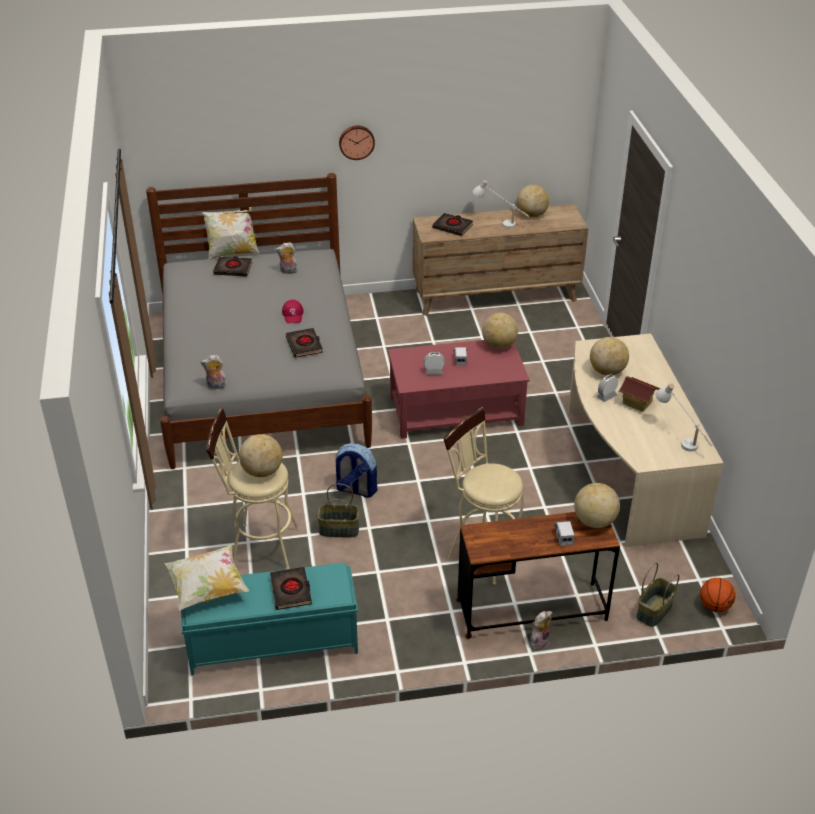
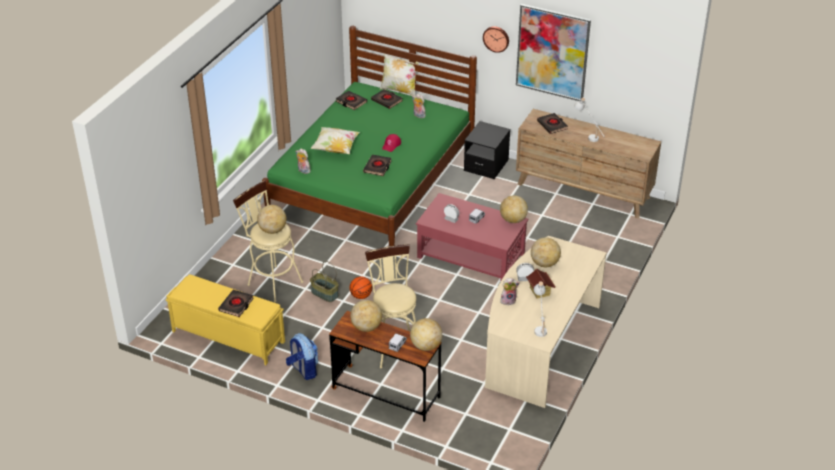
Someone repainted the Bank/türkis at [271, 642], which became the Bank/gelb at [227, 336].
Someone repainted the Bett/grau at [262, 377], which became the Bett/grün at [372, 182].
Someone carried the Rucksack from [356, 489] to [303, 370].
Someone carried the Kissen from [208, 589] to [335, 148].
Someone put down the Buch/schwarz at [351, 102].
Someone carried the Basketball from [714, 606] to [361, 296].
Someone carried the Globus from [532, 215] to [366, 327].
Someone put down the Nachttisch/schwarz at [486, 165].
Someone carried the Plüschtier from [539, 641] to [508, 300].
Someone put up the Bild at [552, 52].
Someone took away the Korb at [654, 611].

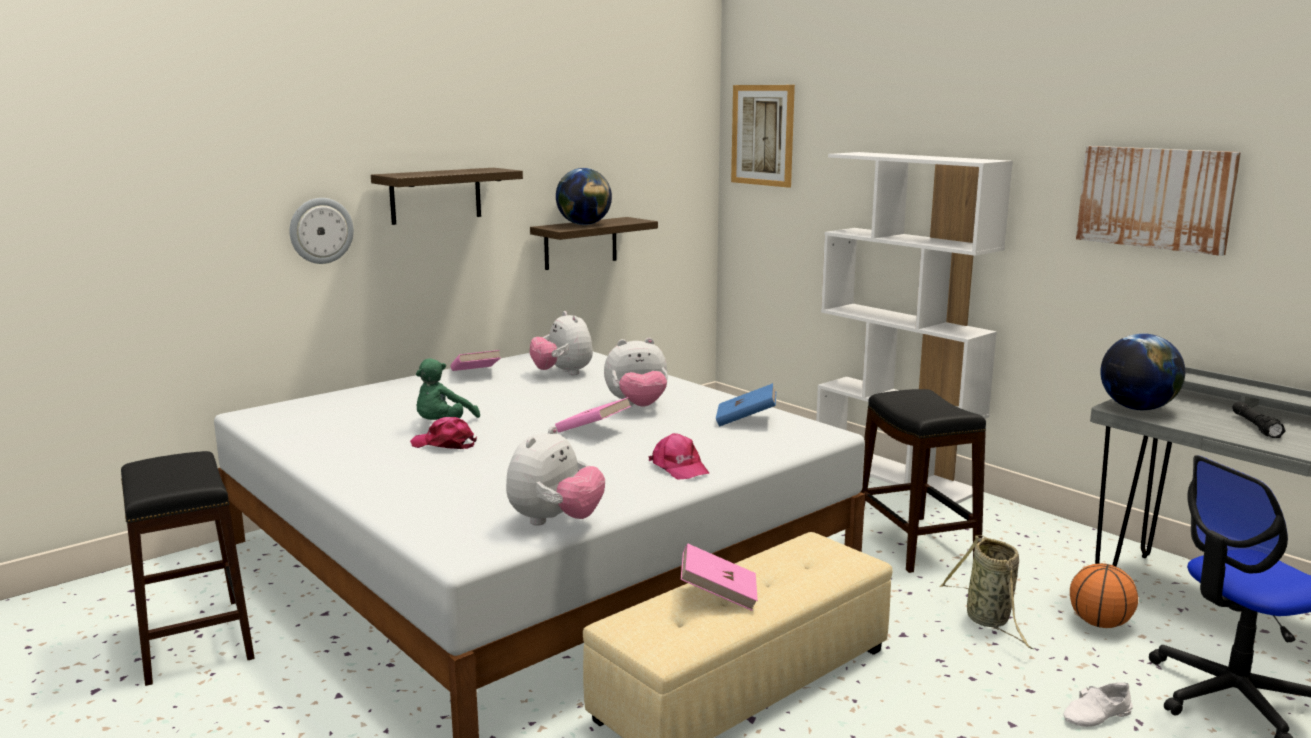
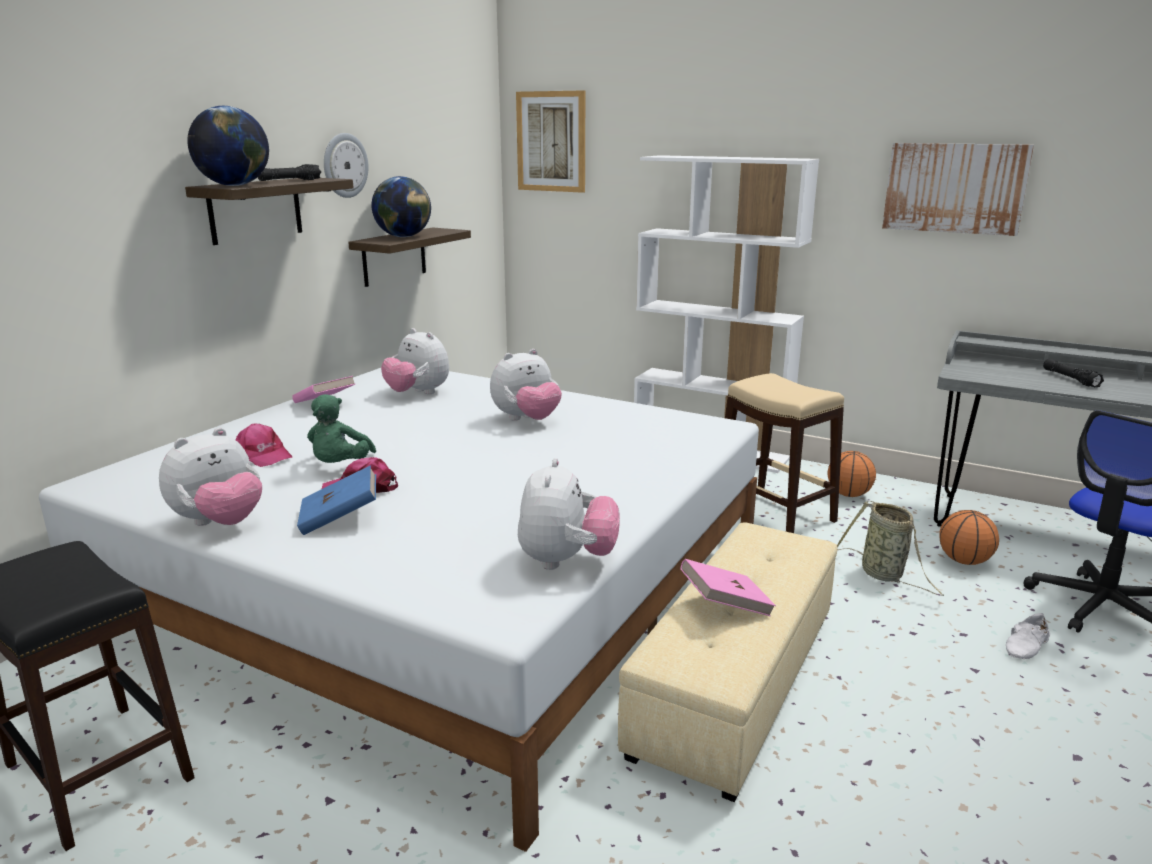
Someone put down the Plüschtier at [219, 523].
Someone carried the Globus from [1137, 408] to [234, 185].
Someone carried the Kappe/rosa from [679, 467] to [262, 455].
Someone put down the Taschenlampe/schwarz at [289, 181].
Someone carried the Buch/blau from [746, 420] to [340, 519].
Someone carried the Wanduhr from [321, 230] to [344, 165].
Someone repainted the Hocker/schwarz at [915, 543], which became the Hocker/beige at [774, 513].
Someone put down the Basketball at [848, 495].
Someone took away the Buch/rosa at [593, 431].

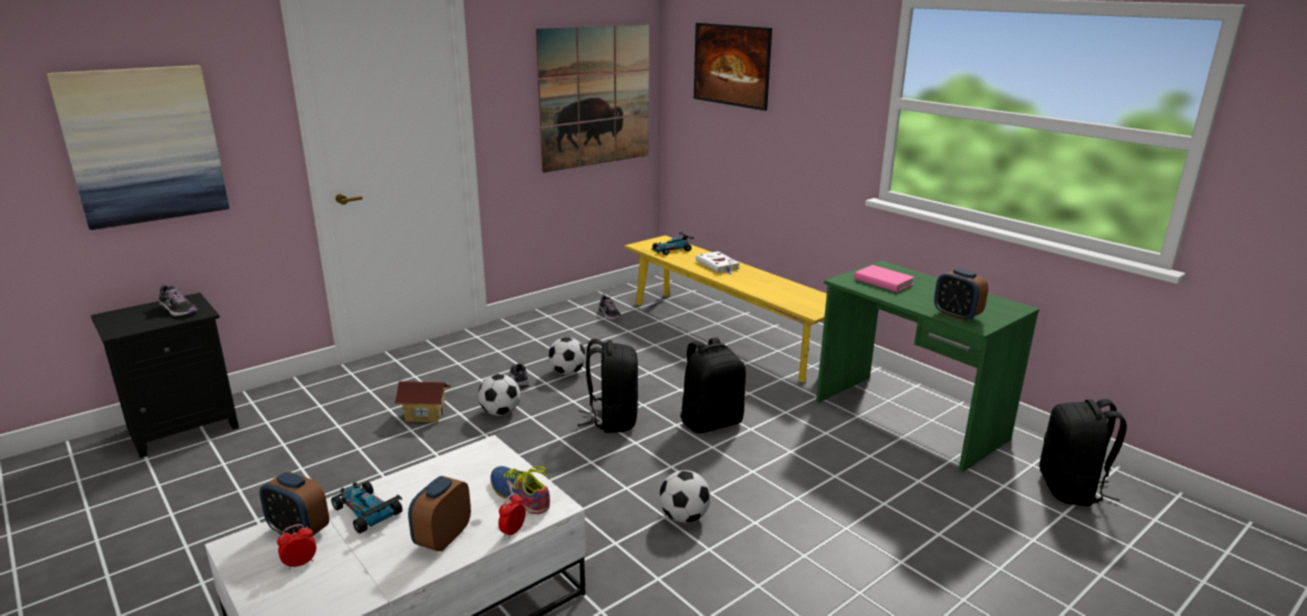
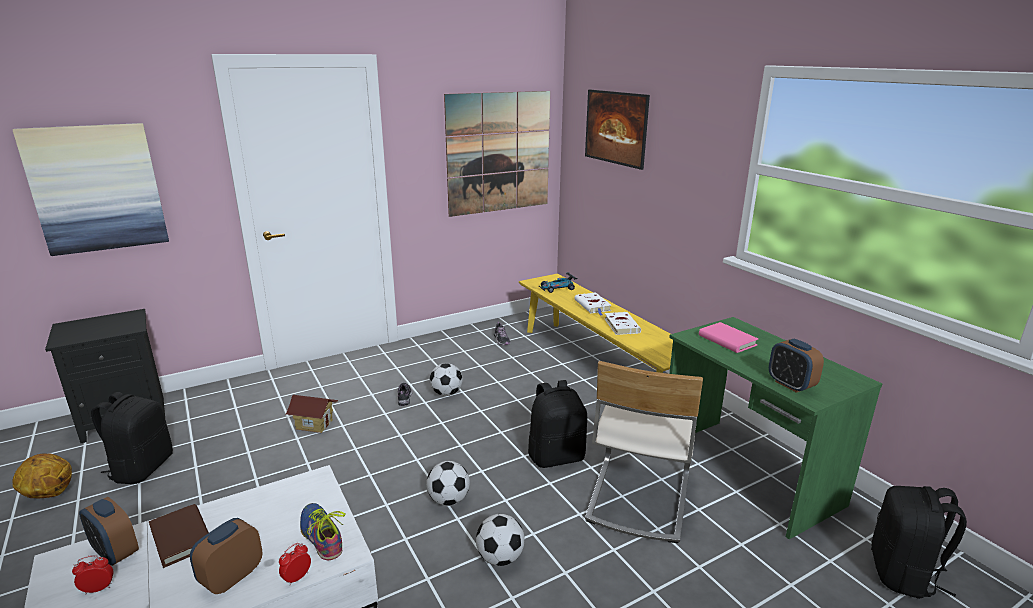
Someone put down the Basketball at [49, 494].
Someone carried the Rucksack/schwarz from [612, 420] to [141, 468].
Someone swapped the Spielzeugauto at [366, 512] for the Buch/braun at [181, 537].
Someone carried the Fußball from [500, 412] to [448, 500].
Someone put down the Stuhl/beige at [637, 497].
Someone put down the Buch/weiß at [621, 325].
Someone took away the Schuh at [178, 310].

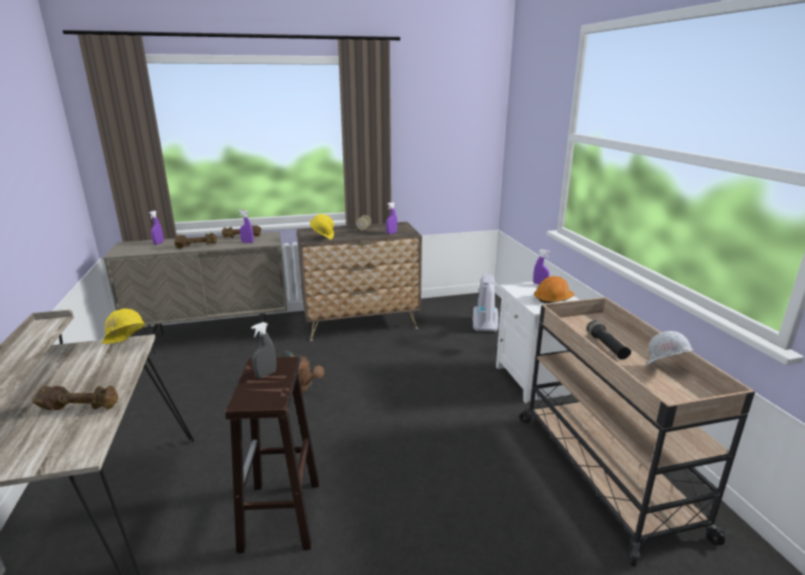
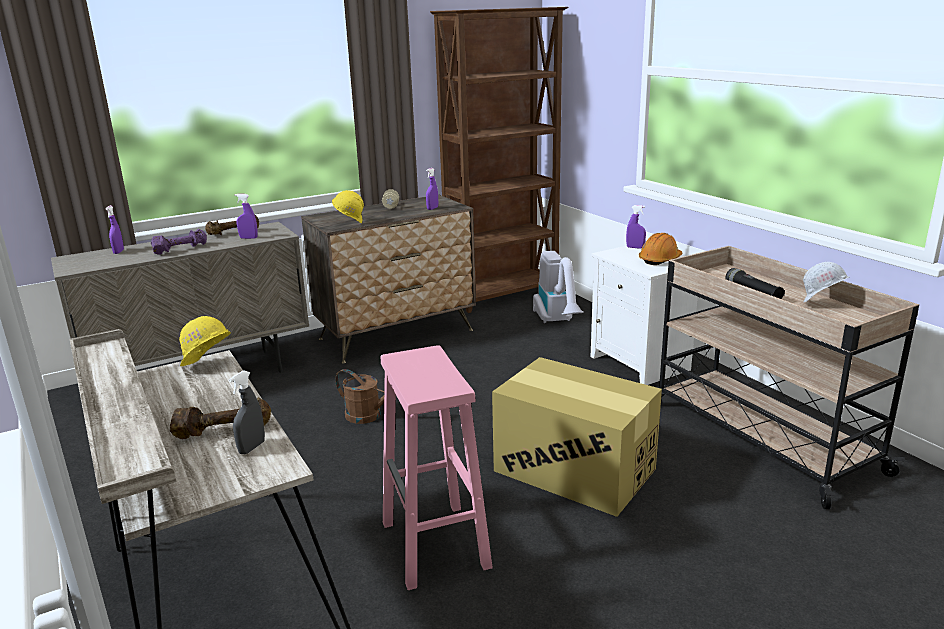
Someone repainted the Hantel/braun at [196, 246], which became the Hantel/lila at [180, 249].
Someone carried the Sprühflasche/grau from [266, 374] to [252, 448].
Someone repainted the Hocker/braun at [281, 516], which became the Hocker/rosa at [436, 546].
Someone put down the Bücherregal/braun at [504, 295].
Someone put down the Karton at [575, 470].

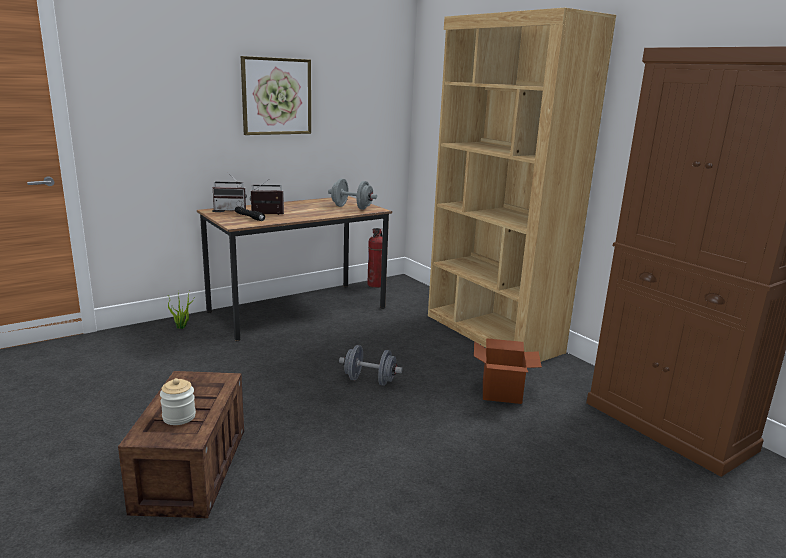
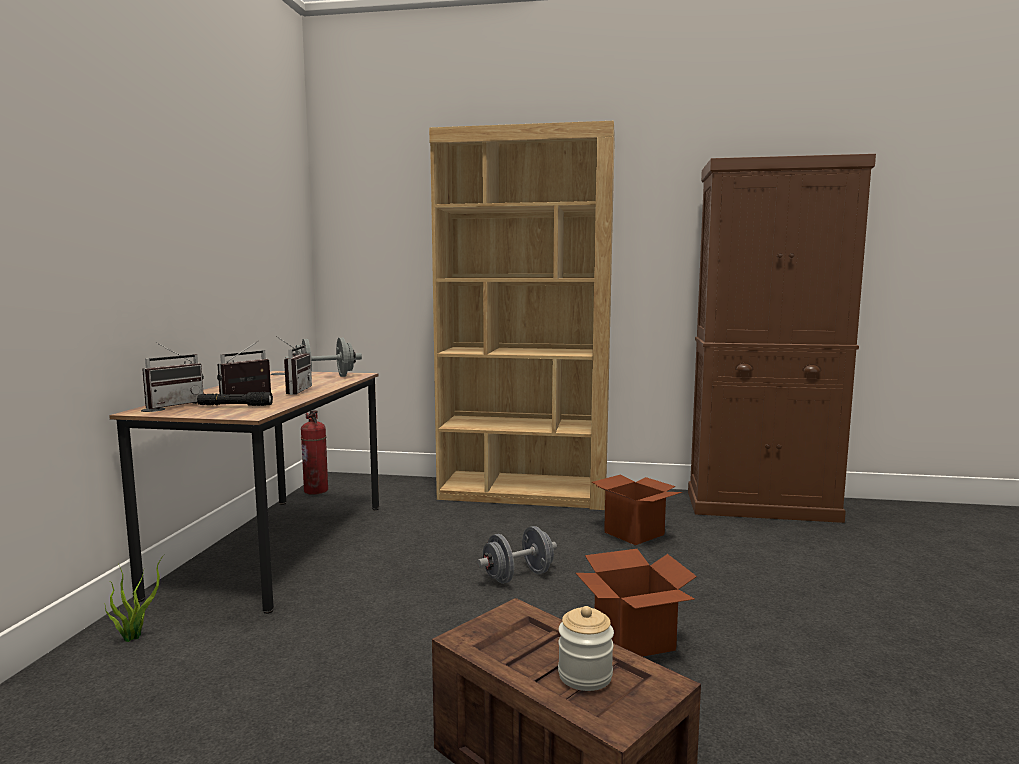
Someone put down the Radio at [293, 391].
Someone put down the Karton at [634, 639].
Someone took away the Bild at [276, 96].

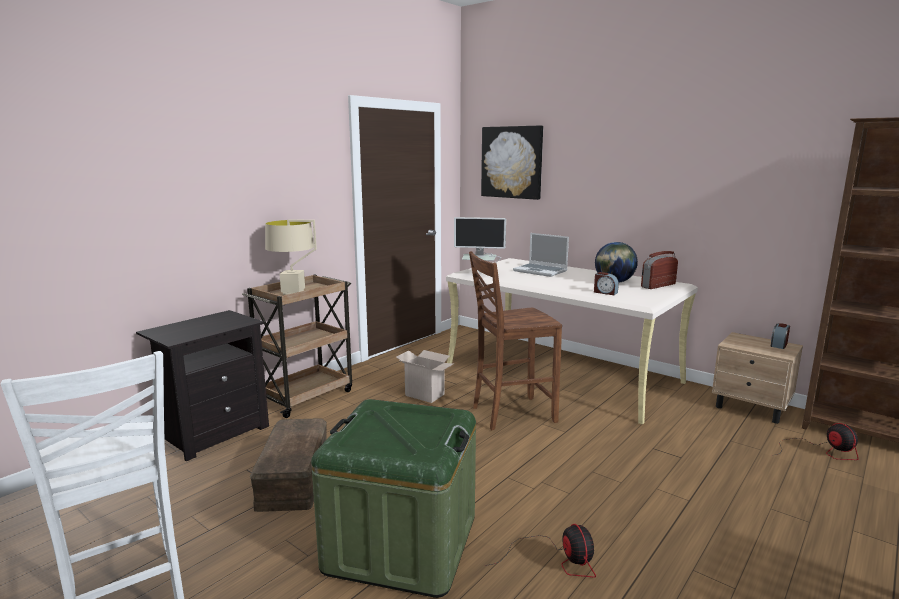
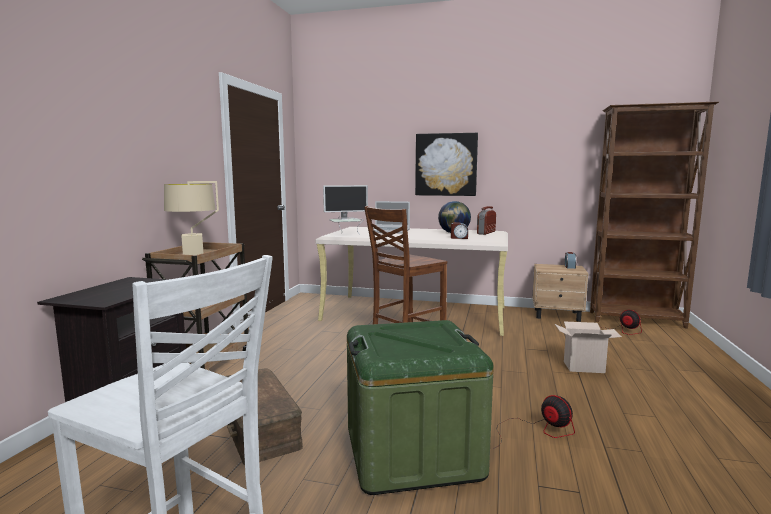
Someone carried the Bild from [512, 162] to [446, 164].
Someone carried the Karton from [426, 395] to [584, 367].

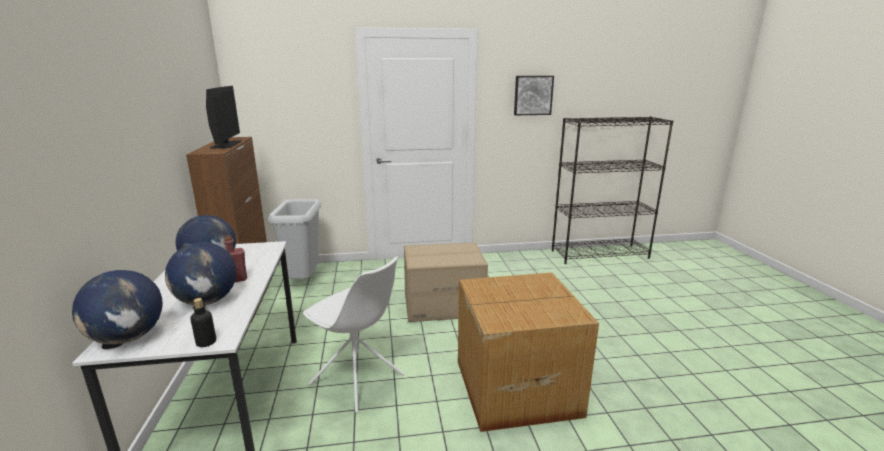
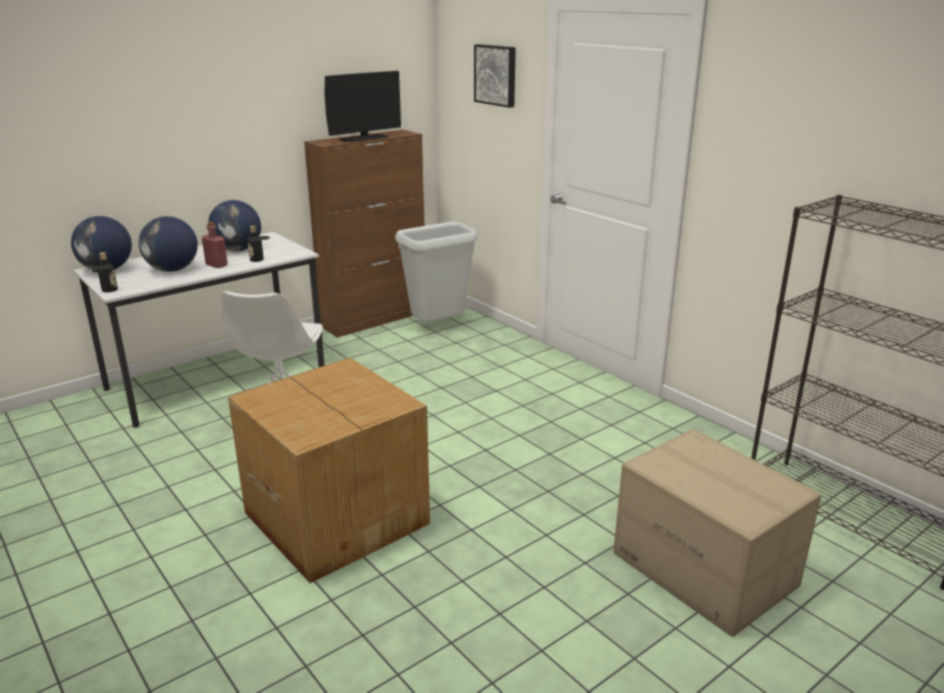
Someone put down the Flasche at [256, 260].
Someone carried the Bild from [533, 95] to [496, 75].
Someone carried the Karton from [443, 305] to [705, 569].

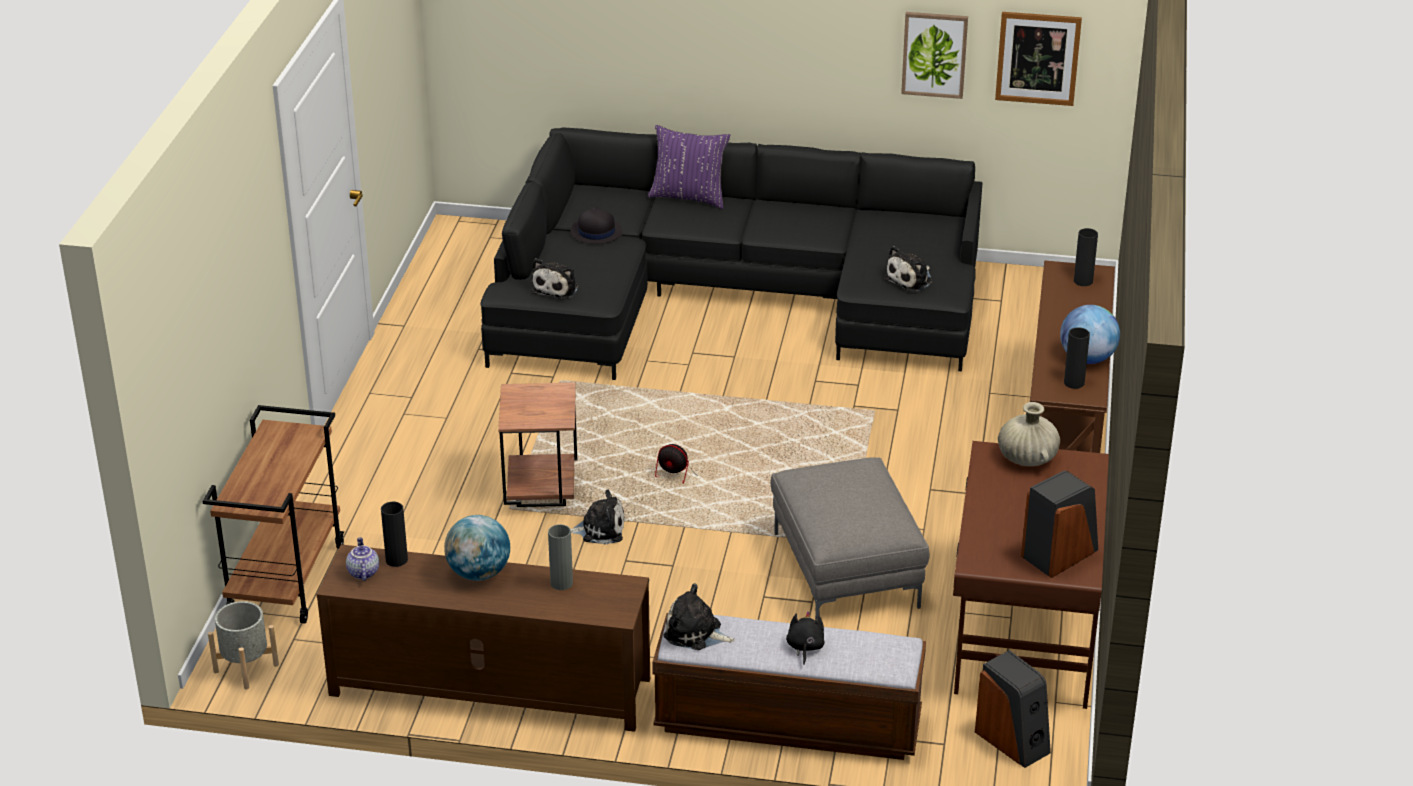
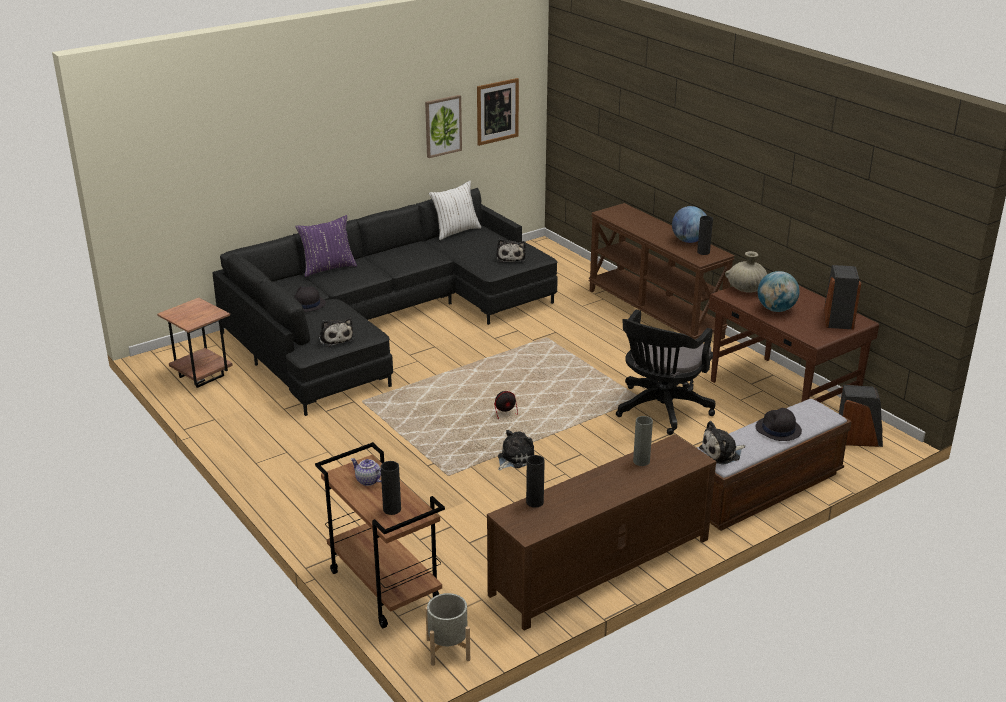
Someone carried the Beistelltisch/braun from [540, 494] to [201, 377].
Someone carried the Teekanne from [362, 572] to [367, 481].
Someone carried the Vase/schwarz from [1083, 281] to [392, 509].
Someone put down the Kissen/weiß at [455, 231].
Someone swapped the Polsterhocker/grau at [844, 570] for the Bürostuhl/schwarz at [660, 411].
Someone swapped the Plüschtier/schwarz at [805, 647] for the Hut/schwarz at [778, 430].
Someone carried the Globus from [478, 573] to [776, 309].

